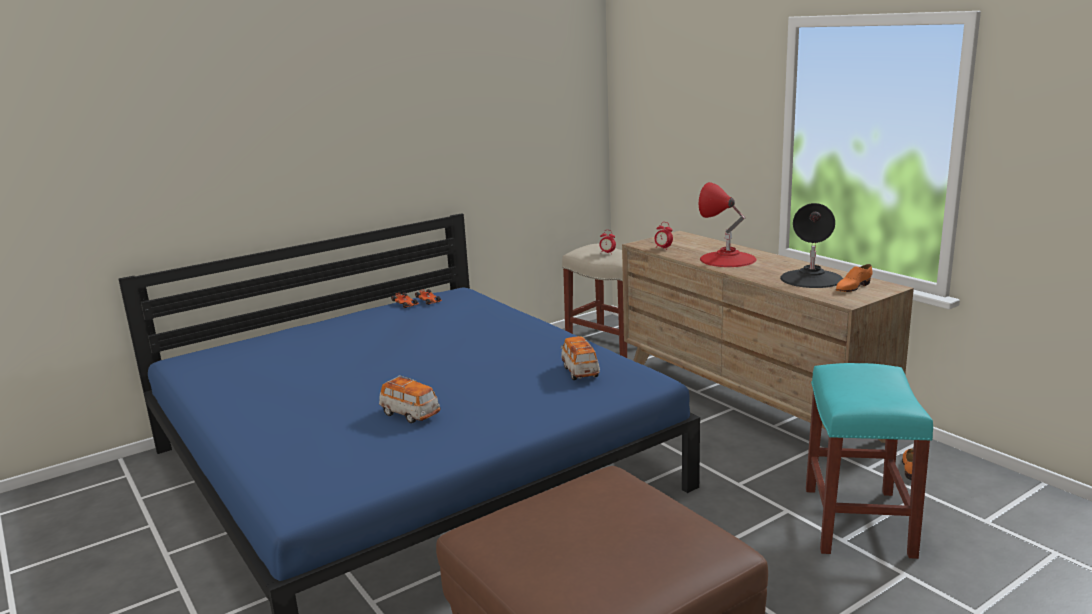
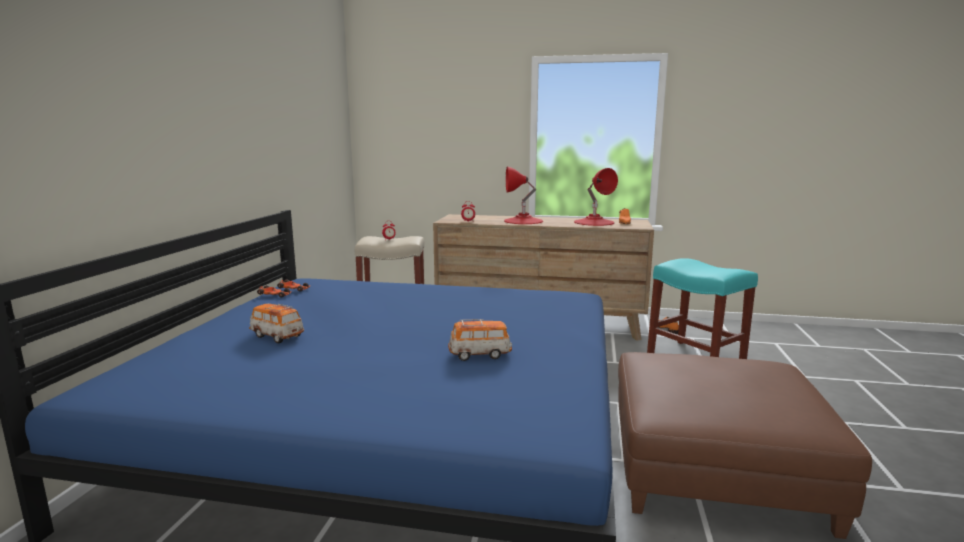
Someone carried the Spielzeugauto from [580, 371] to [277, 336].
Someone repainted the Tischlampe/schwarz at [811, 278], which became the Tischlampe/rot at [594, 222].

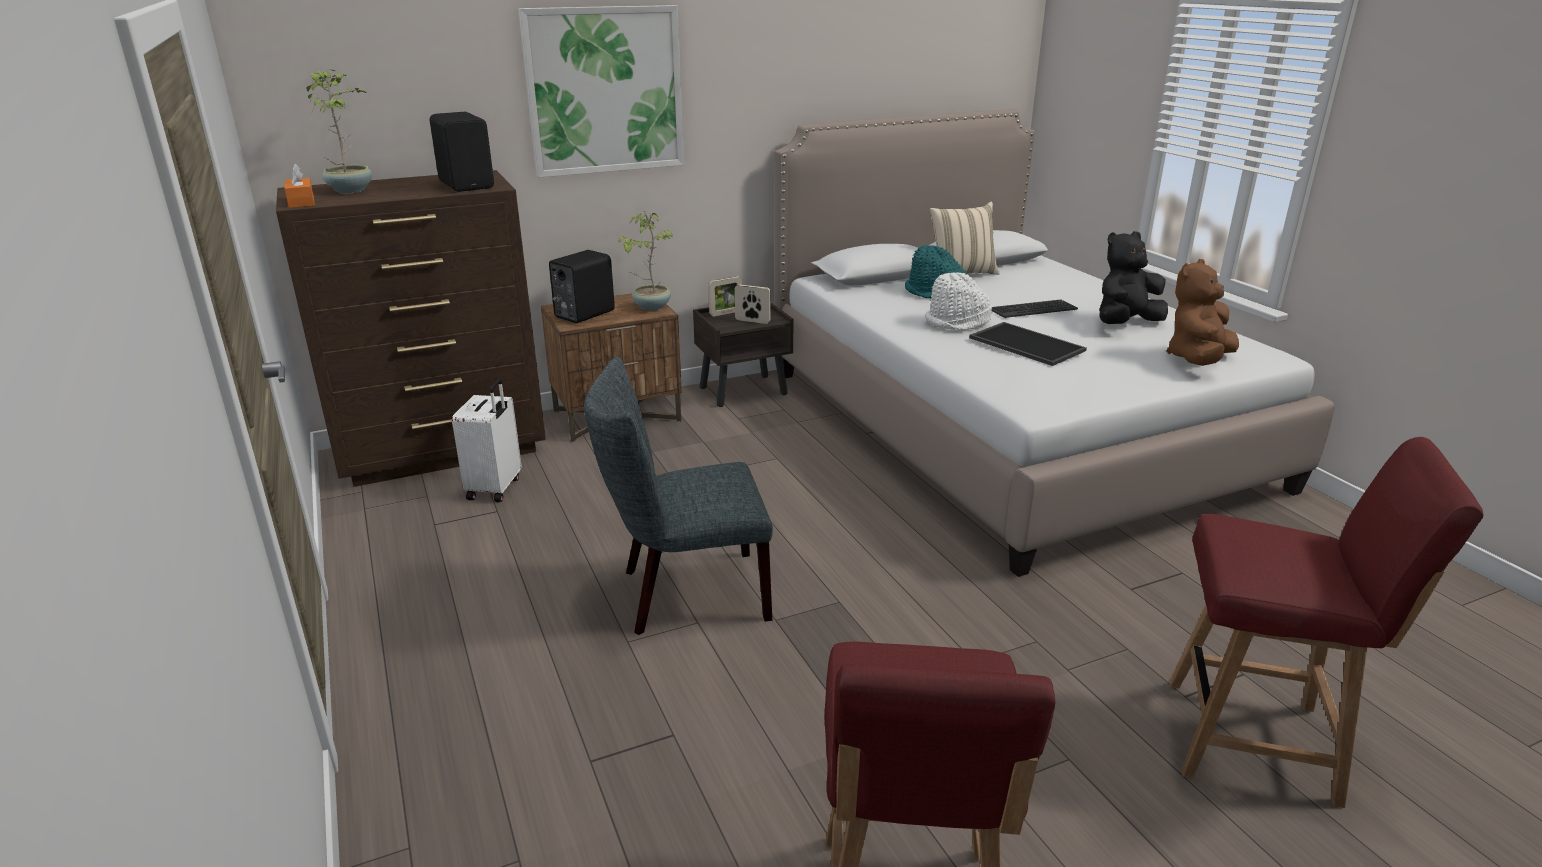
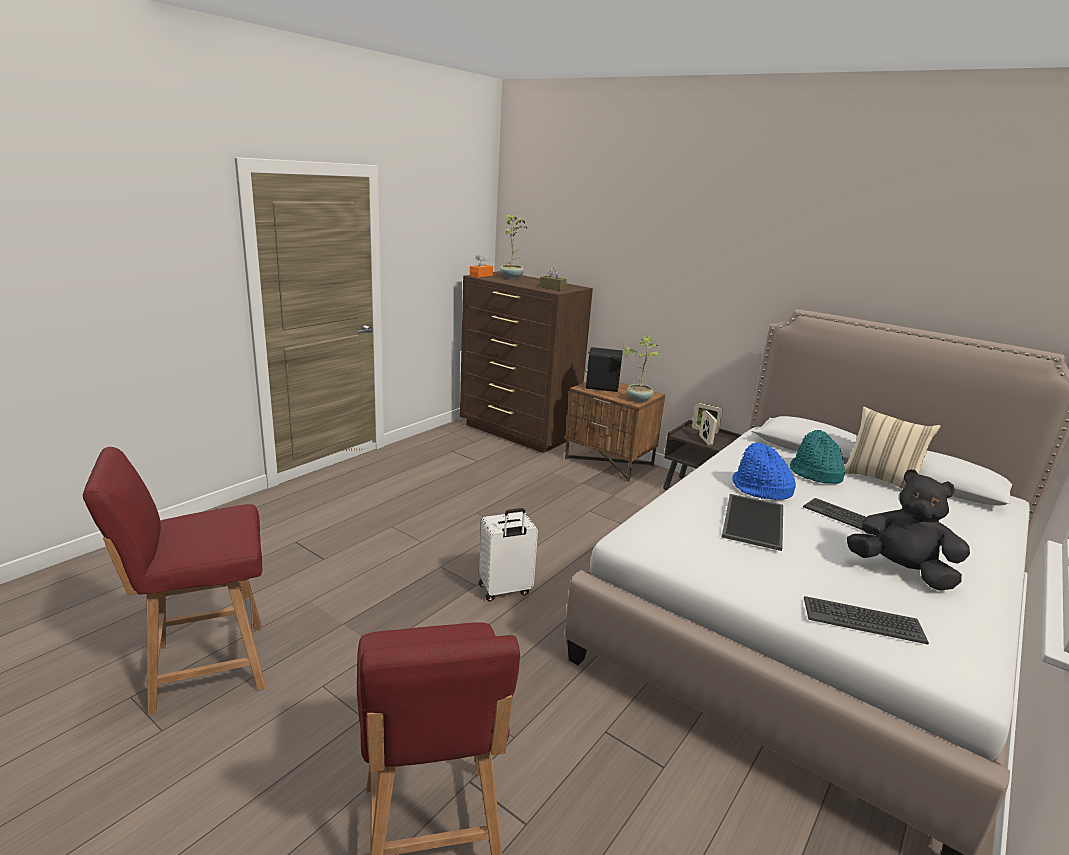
Someone carried the Koffer/weiß from [496, 488] to [505, 590].
Someone swapped the Lautsprecher/schwarz at [468, 185] for the Taschentuchbox/braun at [552, 288].
Someone repainted the Hut/weiß at [957, 322], which became the Hut/blau at [760, 489].
Someone swapped the Plüschtier/braun at [1198, 360] for the Tastatur at [862, 620].
Someone took away the Bild at [605, 91].
Someone took away the Stuhl/grau at [685, 594].

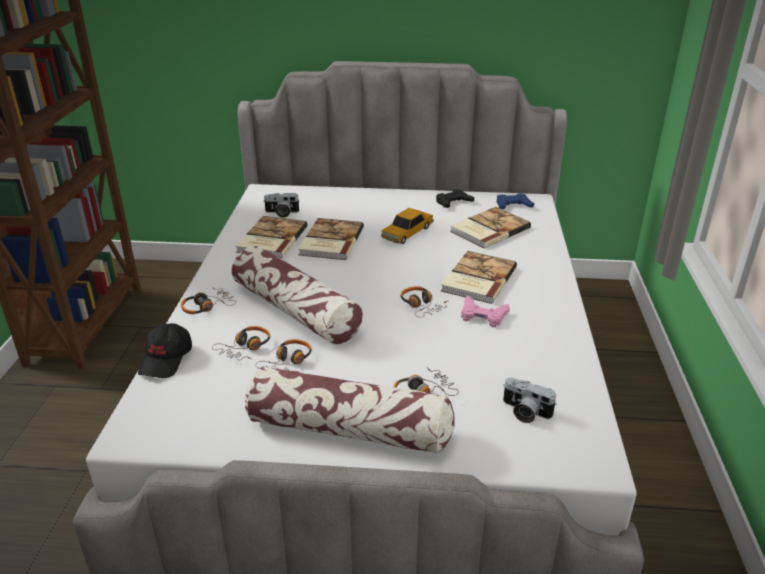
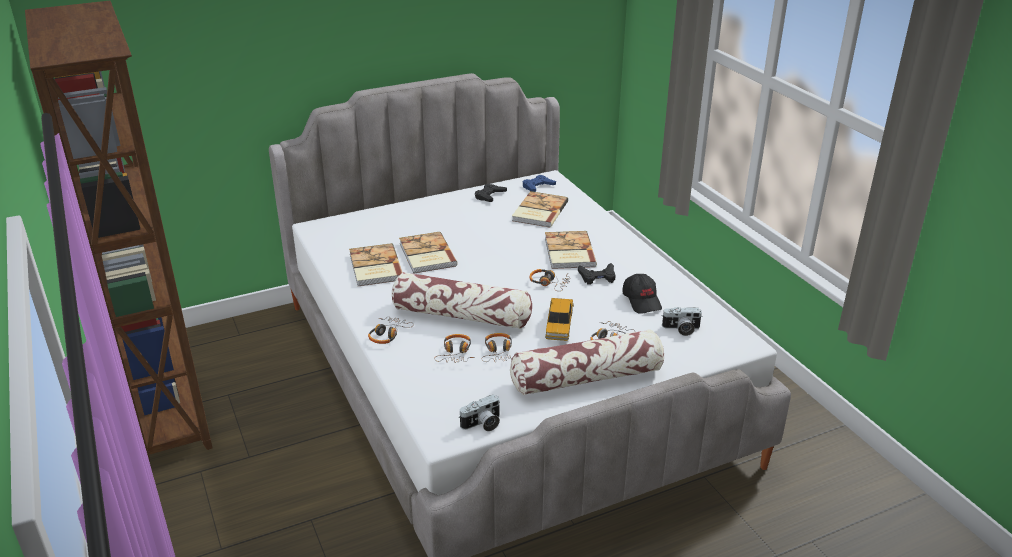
Someone carried the Kamera from [281, 213] to [482, 424].
Someone carried the Spielzeugauto from [407, 232] to [559, 325].
Someone repainted the Gamepad/rosa at [483, 316], which became the Gamepad/schwarz at [597, 277].
Someone carried the Kappe/schwarz from [166, 359] to [642, 301].

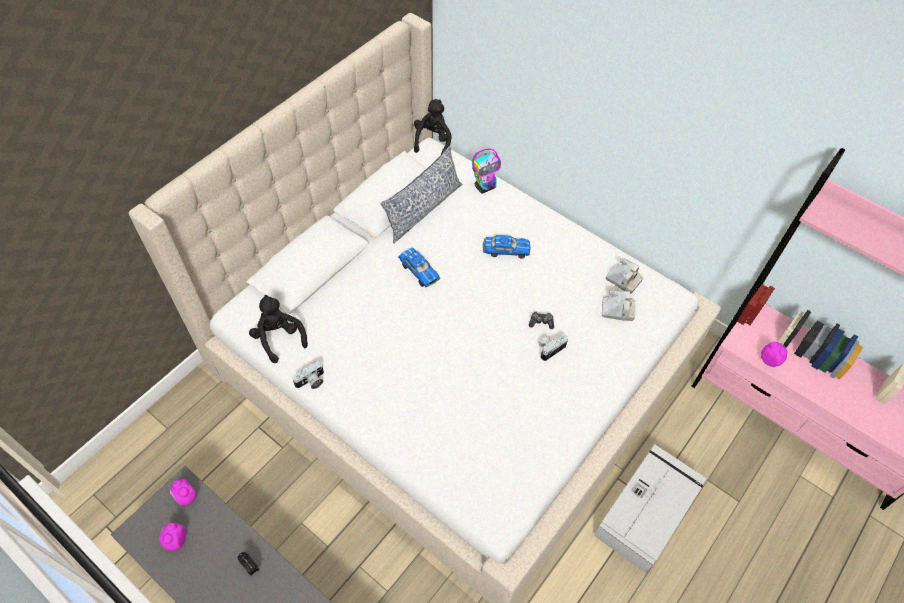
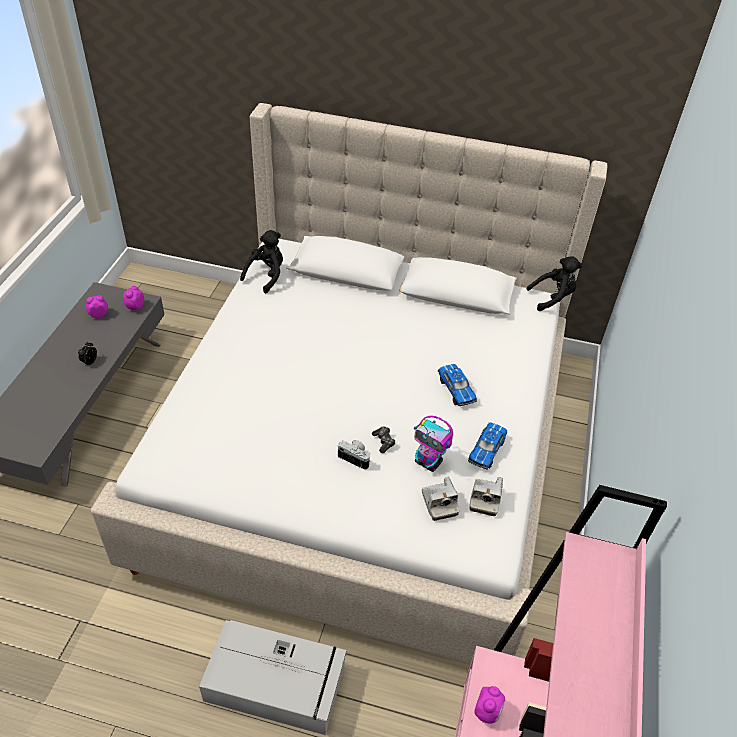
Someone carried the Spielzeugroboter from [485, 187] to [429, 462].
Someone carried the Spielzeugauto from [419, 270] to [487, 450].
Someone took away the Kamera at [311, 382].
Someone took away the Kissen at [423, 209].

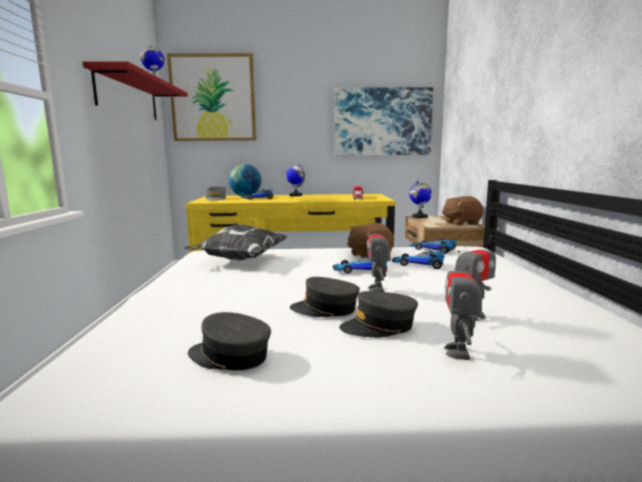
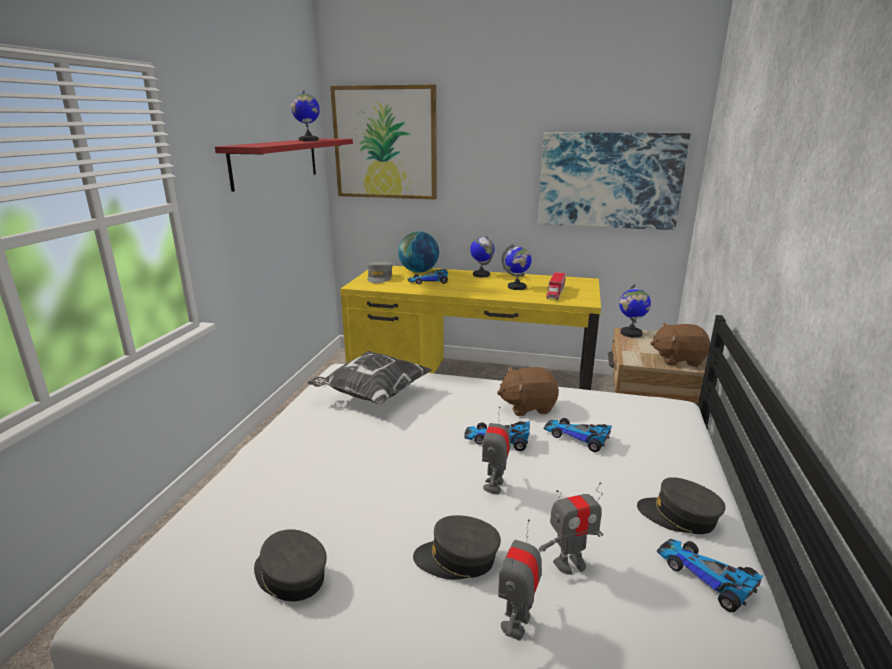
Someone put down the Globus at [517, 287].
Someone carried the Kappe/grau from [325, 309] to [679, 516].
Someone carried the Spielzeugauto from [433, 250] to [707, 577].

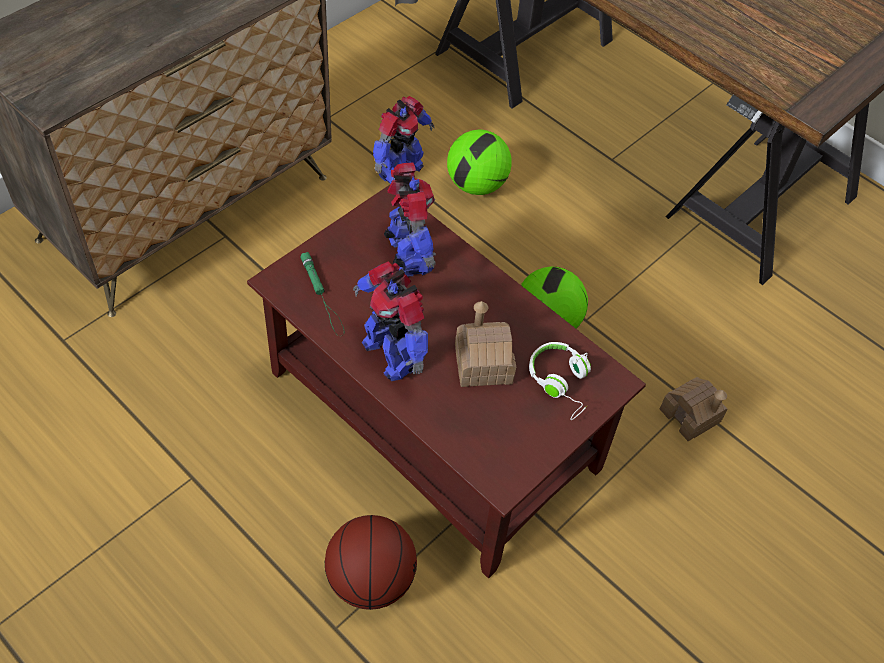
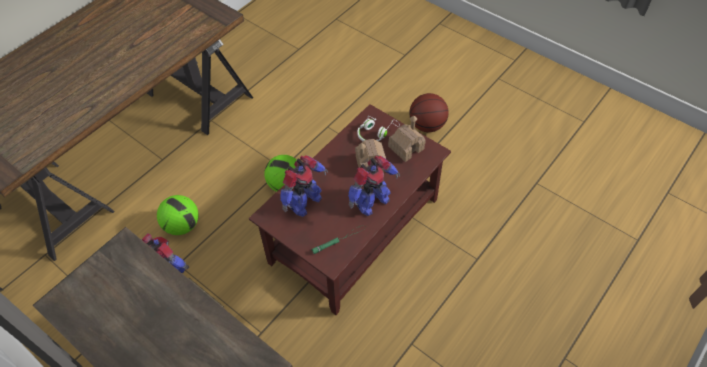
Someone rotated the Spielzeugroboter at [408, 256] by 150 degrees clockwise.
Someone carried the Spielzeughaus from [690, 415] to [406, 148].
Someone carried the Basketball from [370, 579] to [427, 125].

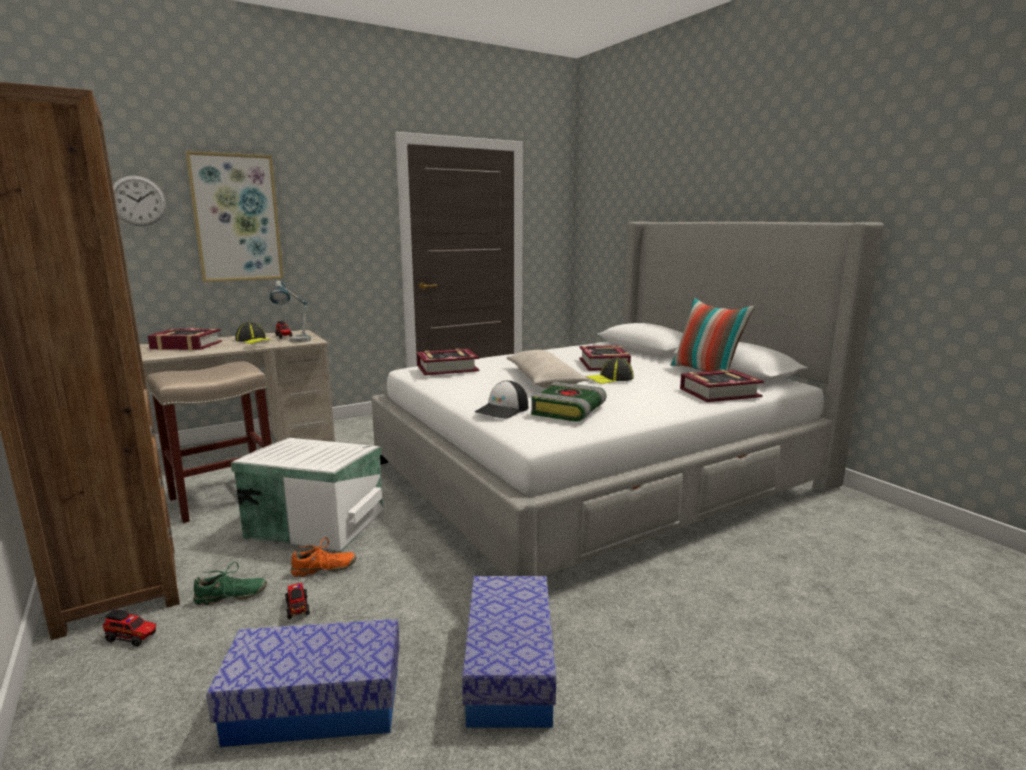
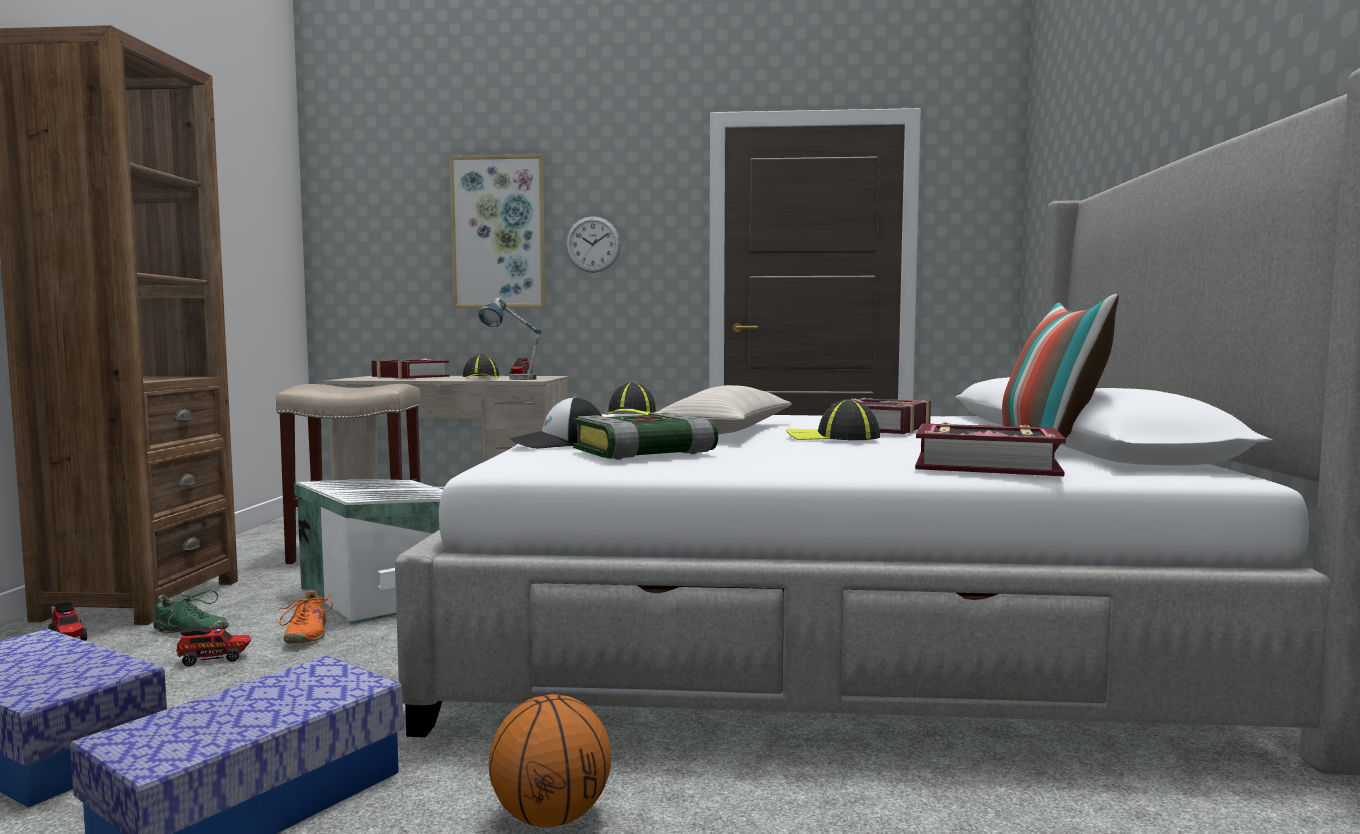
Someone rotated the Spielzeuglaster at [297, 607] by 60 degrees clockwise.
Someone rotated the Schuh/orange at [324, 569] by 60 degrees clockwise.
Someone put down the Basketball at [551, 817].
Someone carried the Wanduhr from [138, 201] to [593, 244].
Someone swapped the Buch at [447, 368] for the Kappe at [631, 413].

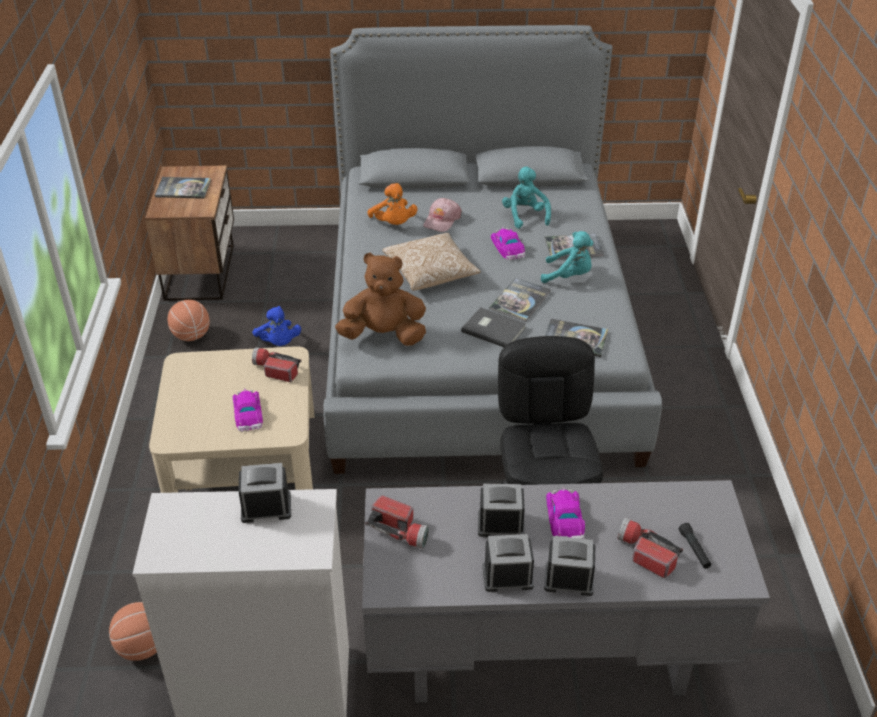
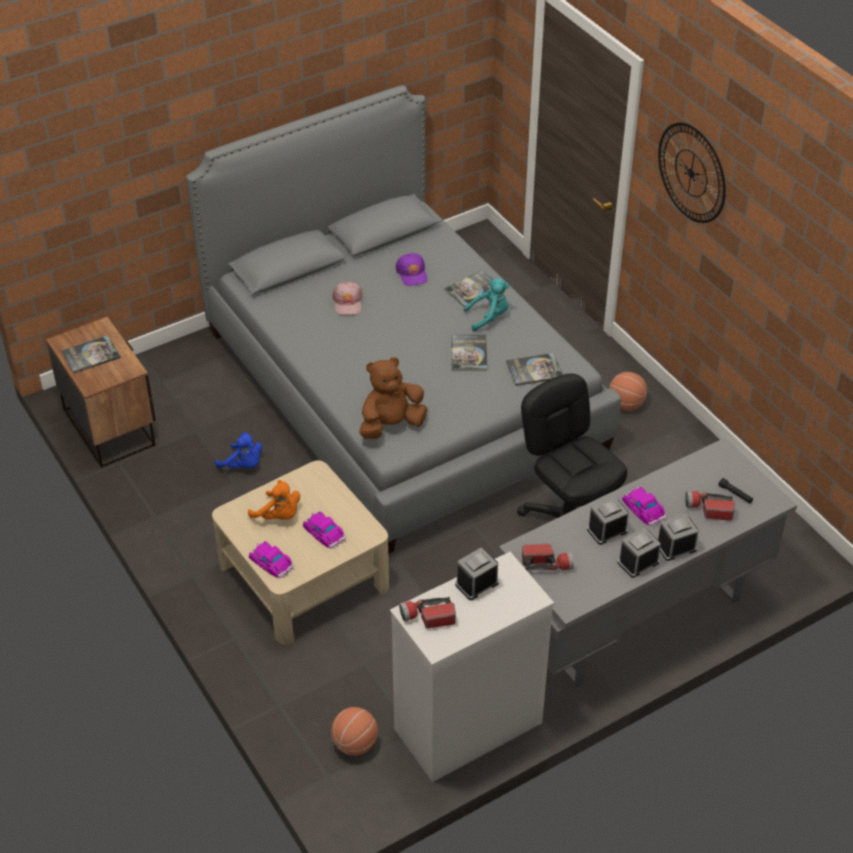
Someone carried the Plüschtier/orange from [393, 224] to [279, 515].
Someone carried the Spielzeugauto from [508, 247] to [271, 562].
Someone swapped the Plüschtier/türkis at [525, 216] for the Kappe/lila at [412, 273].
Someone carried the Taschenlampe from [275, 370] to [427, 617].
Someone carried the Basketball from [191, 336] to [626, 404].
Someone put up the Wanduhr at [691, 173].
Someone took away the Kissen at [431, 273].
Someone took away the Buch/grau at [493, 329].

